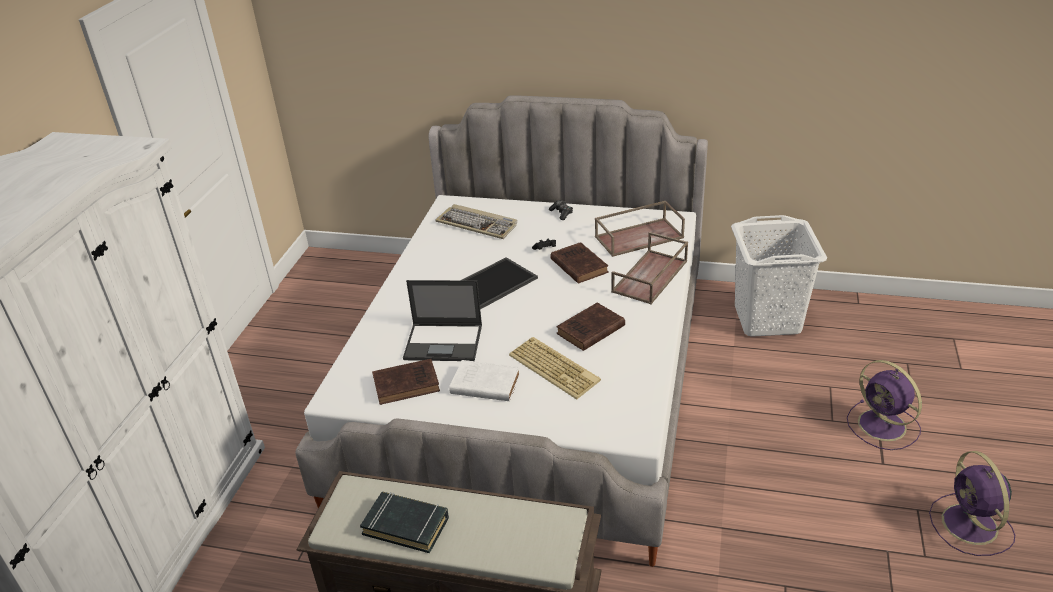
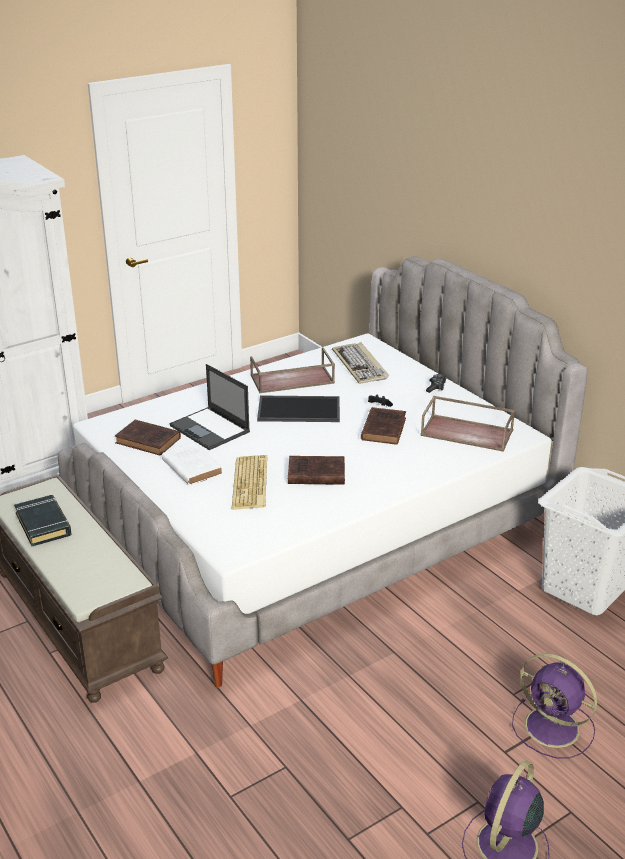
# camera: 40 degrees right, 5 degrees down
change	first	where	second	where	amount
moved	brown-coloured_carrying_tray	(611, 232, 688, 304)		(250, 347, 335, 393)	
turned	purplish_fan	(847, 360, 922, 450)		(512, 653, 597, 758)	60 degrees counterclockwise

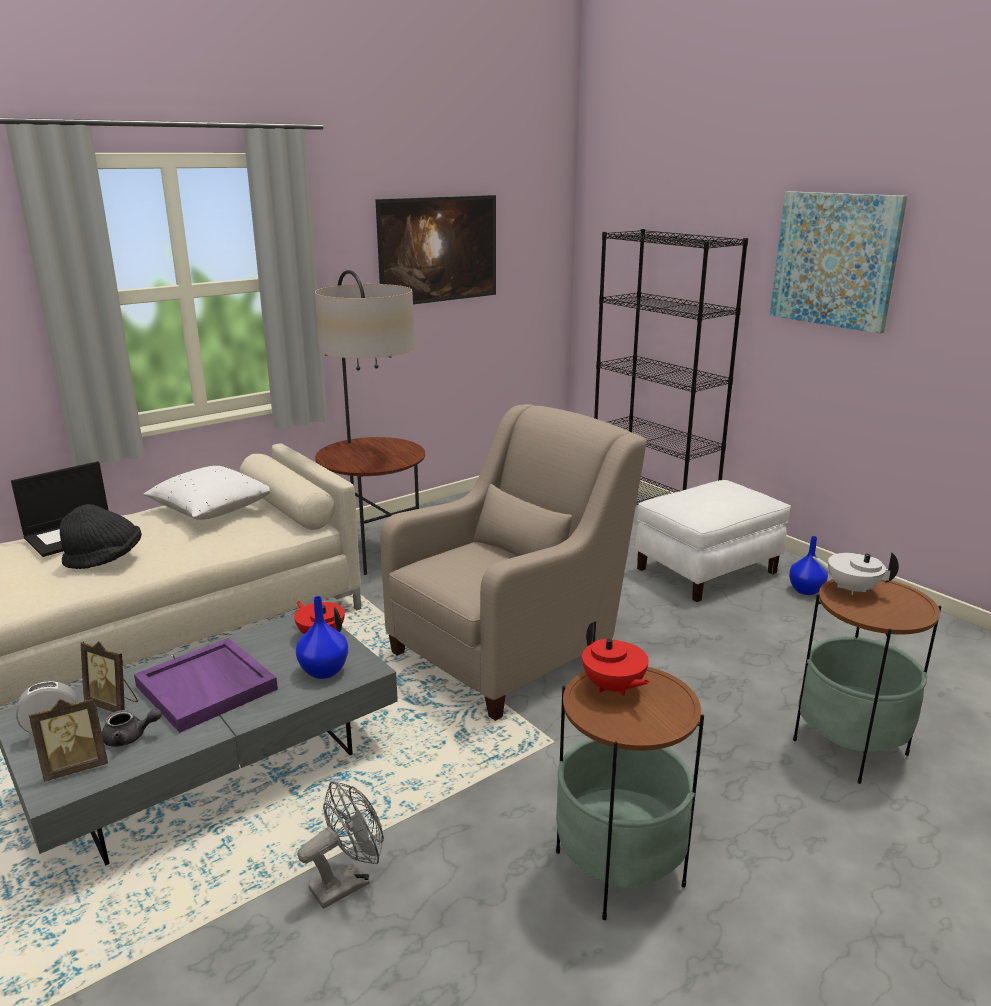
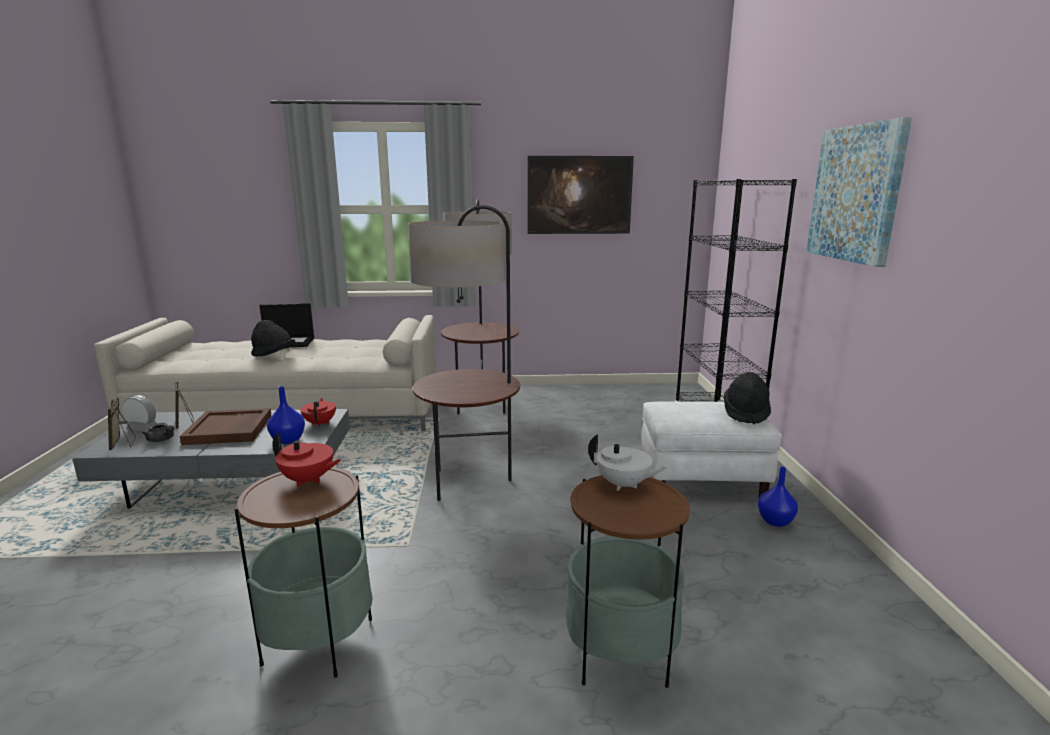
# camera: 35 degrees right, 5 degrees down
change	first	where	second	where	amount
replaced	sand-coloured_easy_chair	(380, 404, 647, 721)	standard_lamp	(408, 205, 520, 501)	
removed	white_cushion	(144, 466, 270, 520)			
turned	white_tea_pot	(813, 552, 899, 595)		(588, 434, 667, 491)	150 degrees clockwise
turned	reddish_tea_pot	(582, 622, 650, 696)		(272, 432, 341, 487)	75 degrees counterclockwise
recoloured	purplish_carrying_tray	(134, 638, 278, 733)	brown-coloured_carrying_tray	(180, 408, 272, 445)	
turned	picture_frame	(29, 699, 108, 782)		(108, 398, 136, 450)	60 degrees clockwise
removed	grey_fan	(298, 781, 384, 909)			
added			black_clothing_hat	(724, 372, 771, 424)	

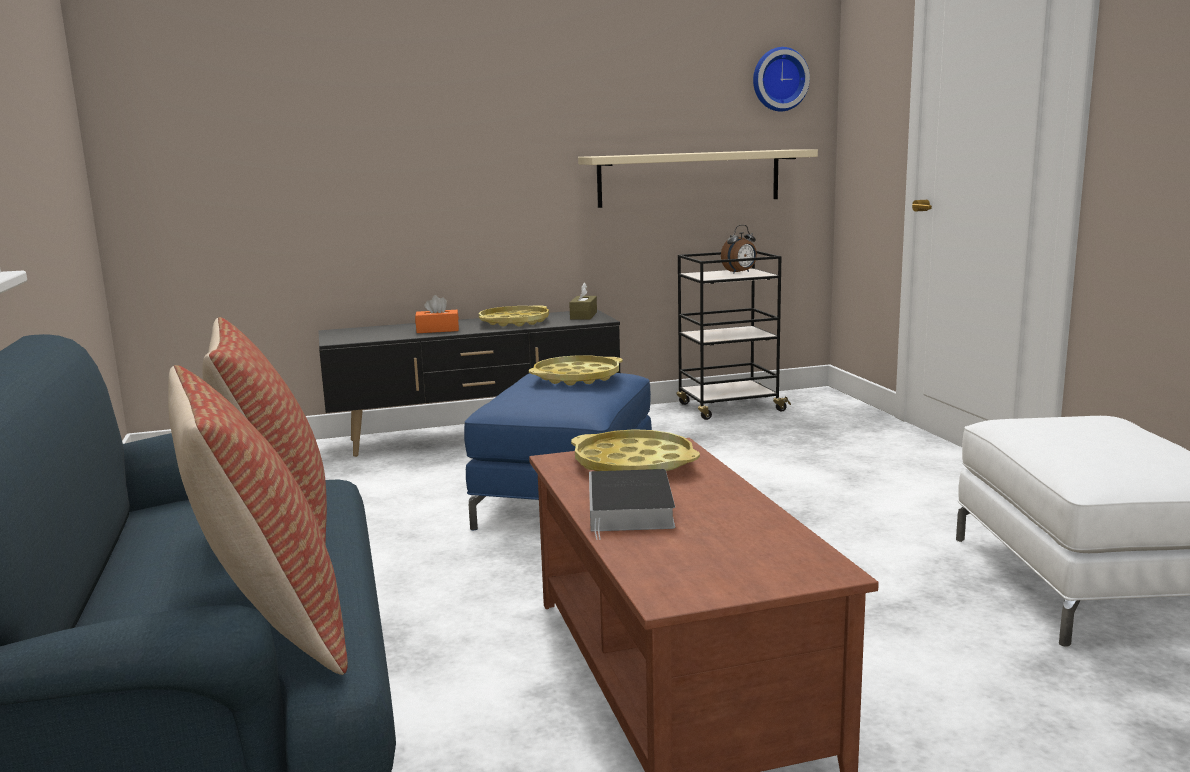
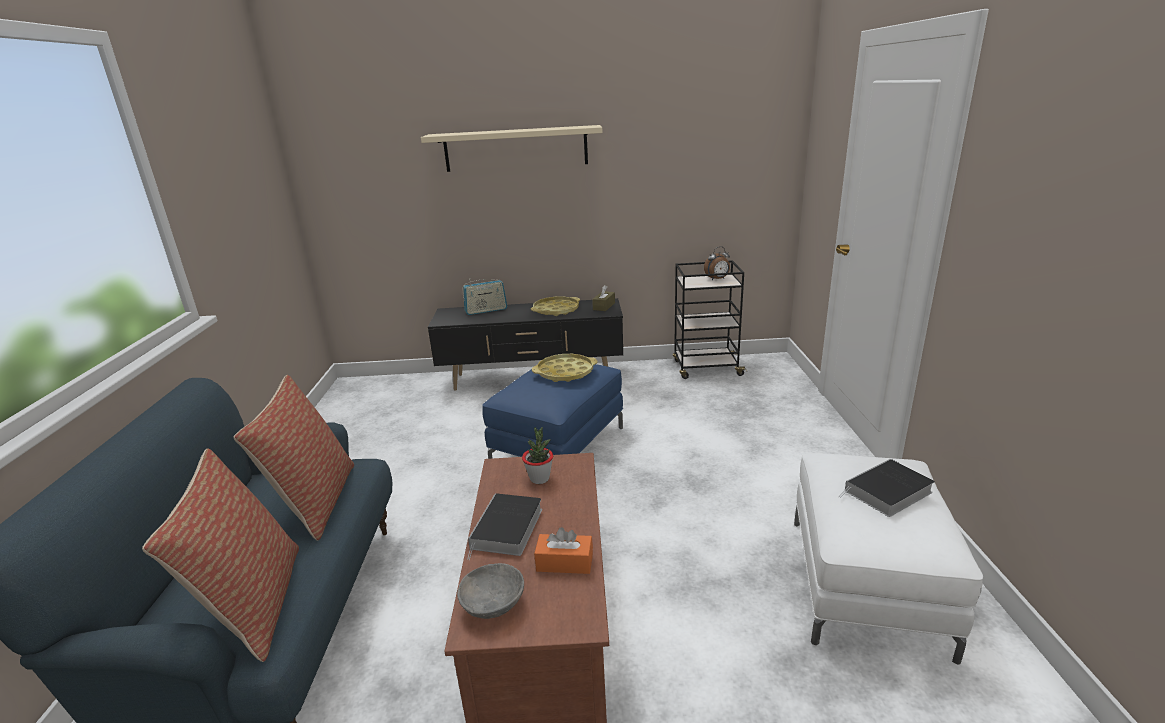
# camera: 15 degrees right, 10 degrees up
change	first	where	second	where	amount
removed	wall_clock	(753, 47, 810, 111)			
moved	sand-coloured_shelf	(578, 149, 818, 208)		(421, 125, 603, 172)	
moved	orangey_tissue_box	(415, 295, 459, 333)		(534, 527, 593, 574)	
replaced	yellow_carrying_tray	(571, 429, 700, 471)	potted_plant	(522, 427, 553, 484)	
added			radio_set	(463, 278, 507, 315)	
added			bound_book	(839, 459, 935, 517)	
added			grey_serving_bowl	(457, 563, 524, 619)	

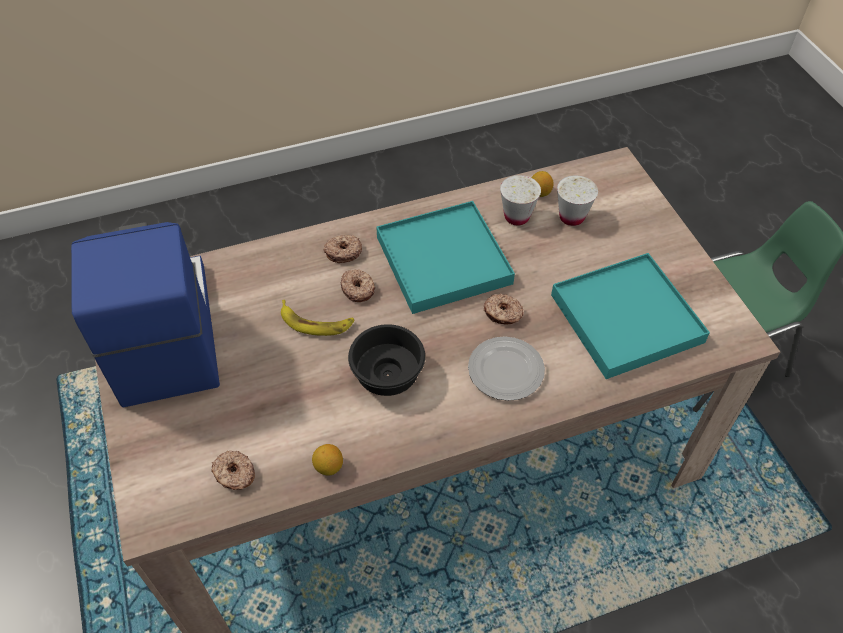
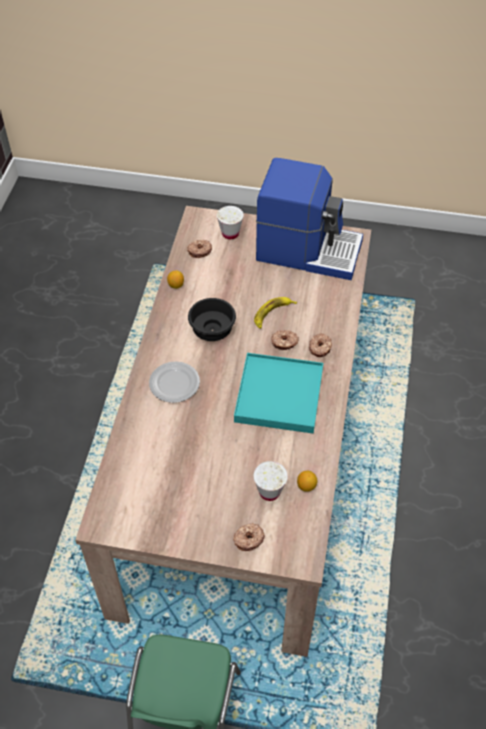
# camera: 120 degrees right, 0 degrees up
change	first	where	second	where	amount
moved	white_small_cup	(500, 175, 541, 225)		(217, 206, 244, 239)	
removed	blue-green_carrying_tray	(551, 253, 710, 379)			
moved	donut	(484, 293, 524, 324)		(233, 523, 265, 551)	

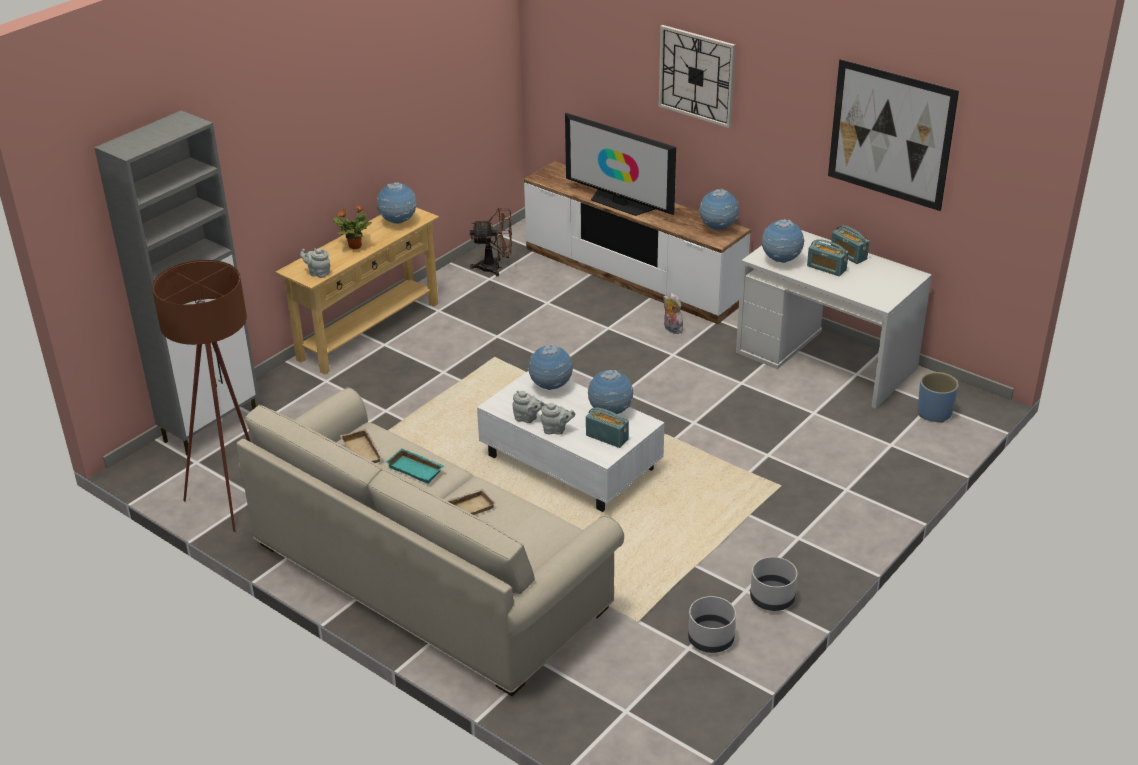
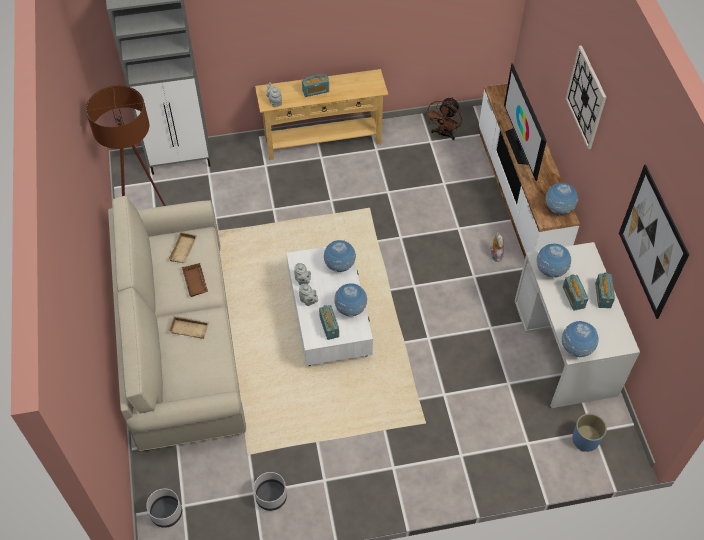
# camera: 40 degrees right, 20 degrees up
change	first	where	second	where	amount
moved	desk_globe	(377, 182, 417, 224)		(561, 321, 599, 357)	
replaced	potted_plant	(333, 205, 372, 249)	radio_set	(302, 74, 329, 97)	
turned	brown-coloured_fan	(470, 208, 512, 277)		(425, 97, 462, 140)	75 degrees clockwise
recoloured	blue-green_carrying_tray	(386, 448, 444, 484)	brown-coloured_carrying_tray	(182, 263, 208, 297)	
moved	grey_planter	(750, 557, 797, 611)		(146, 488, 182, 528)	

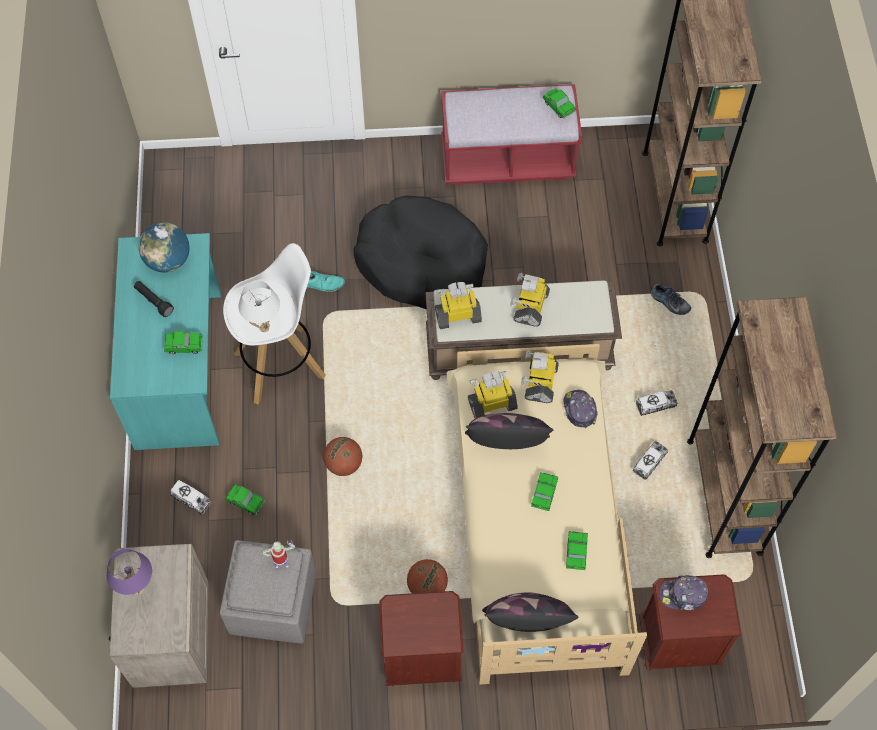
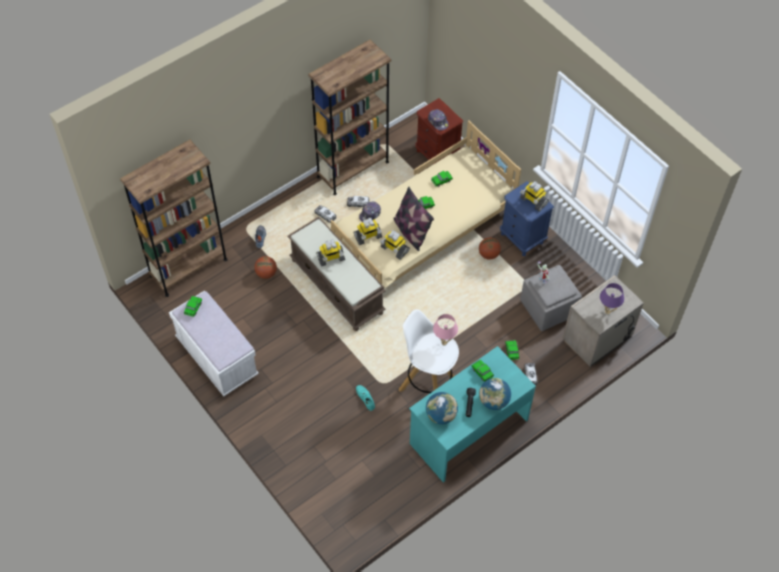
# camera: 125 degrees left, 5 degrees down
change	first	where	second	where	amount
recoloured	reddish_bench	(441, 84, 582, 185)	white_bench	(169, 290, 259, 396)	
removed	black_pet_bed	(353, 196, 488, 309)			
recoloured	white_table_lamp	(239, 281, 280, 332)	pink-coloured_table_lamp	(433, 314, 458, 345)	
moved	toy_robot	(435, 282, 482, 329)		(520, 181, 549, 211)	
moved	basketball_ball	(323, 437, 362, 476)		(254, 256, 277, 279)	
recoloured	brown-coloured_night_table	(379, 591, 464, 686)	blue-coloured_night_table	(500, 181, 554, 256)	
removed	cushion	(482, 592, 579, 632)			
added			desk_globe	(479, 378, 511, 410)	

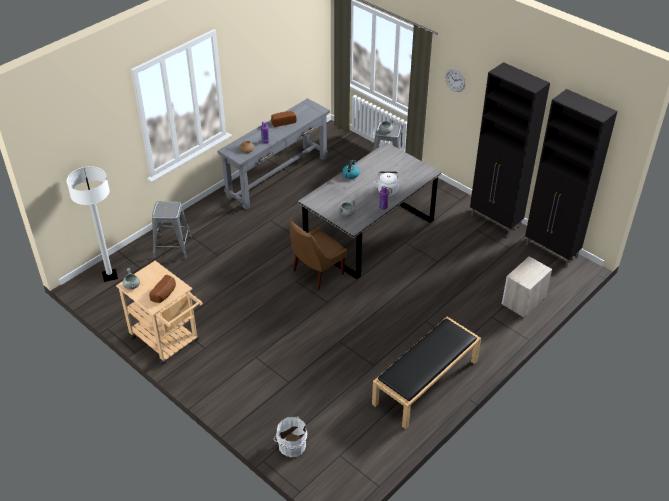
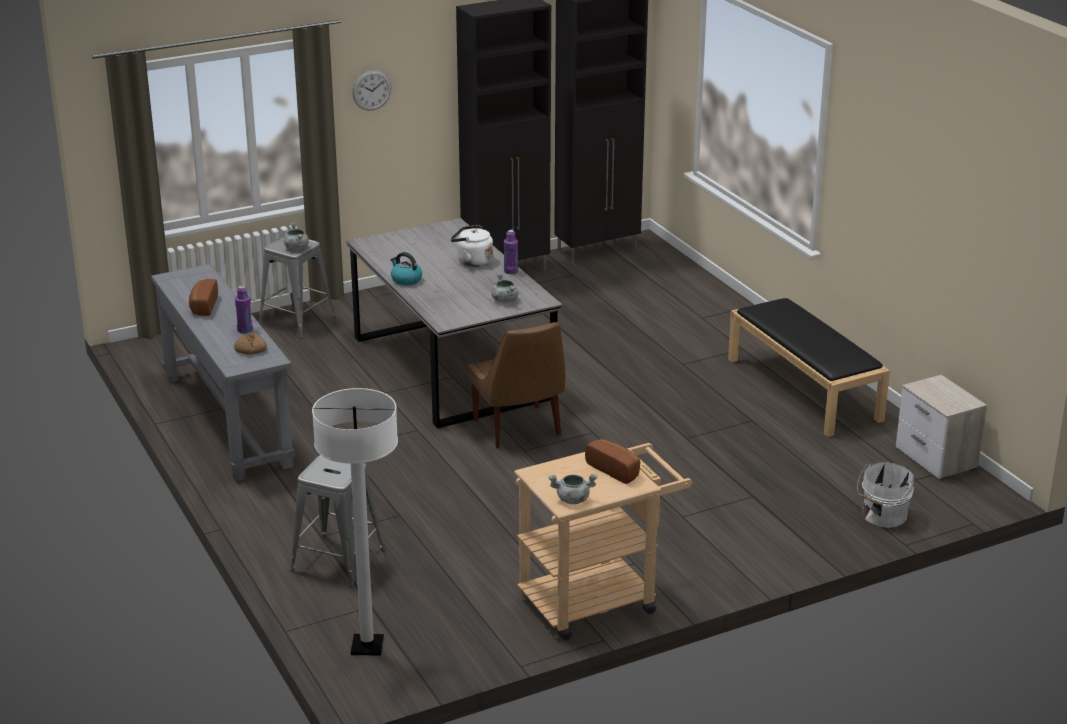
# camera: 70 degrees left, 15 degrees down
change	first	where	second	where	amount
moved	night_table	(502, 256, 552, 318)		(896, 375, 987, 480)	

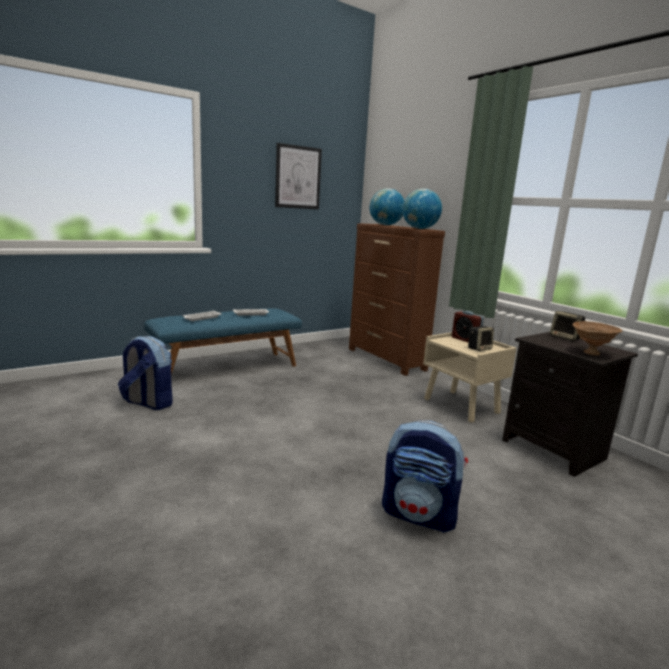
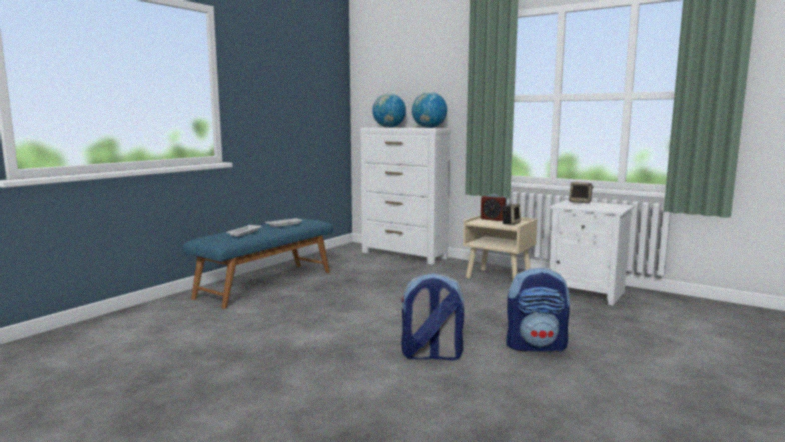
# camera: 20 degrees left, 5 degrees down
change	first	where	second	where	amount
removed	wall_picture	(275, 143, 322, 209)			
recoloured	brown-coloured_drawer_chest	(349, 223, 445, 376)	white_drawer_chest	(360, 127, 451, 265)	
removed	brown-coloured_serving_bowl	(572, 321, 622, 356)			
recoloured	black_night_table	(502, 332, 638, 477)	white_night_table	(550, 200, 635, 305)	
moved	backpack	(118, 336, 173, 410)		(400, 273, 464, 361)	

